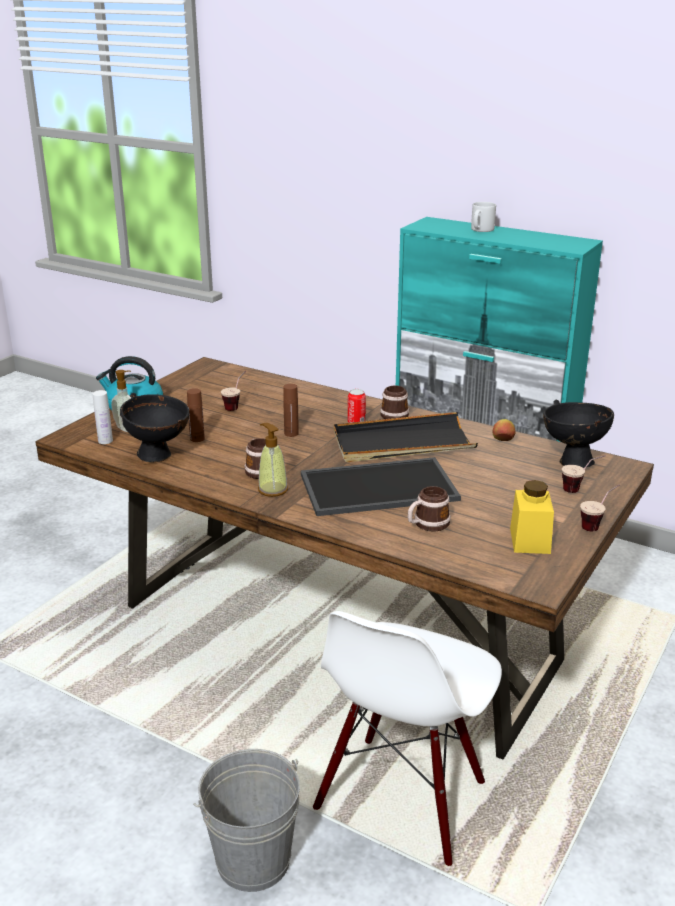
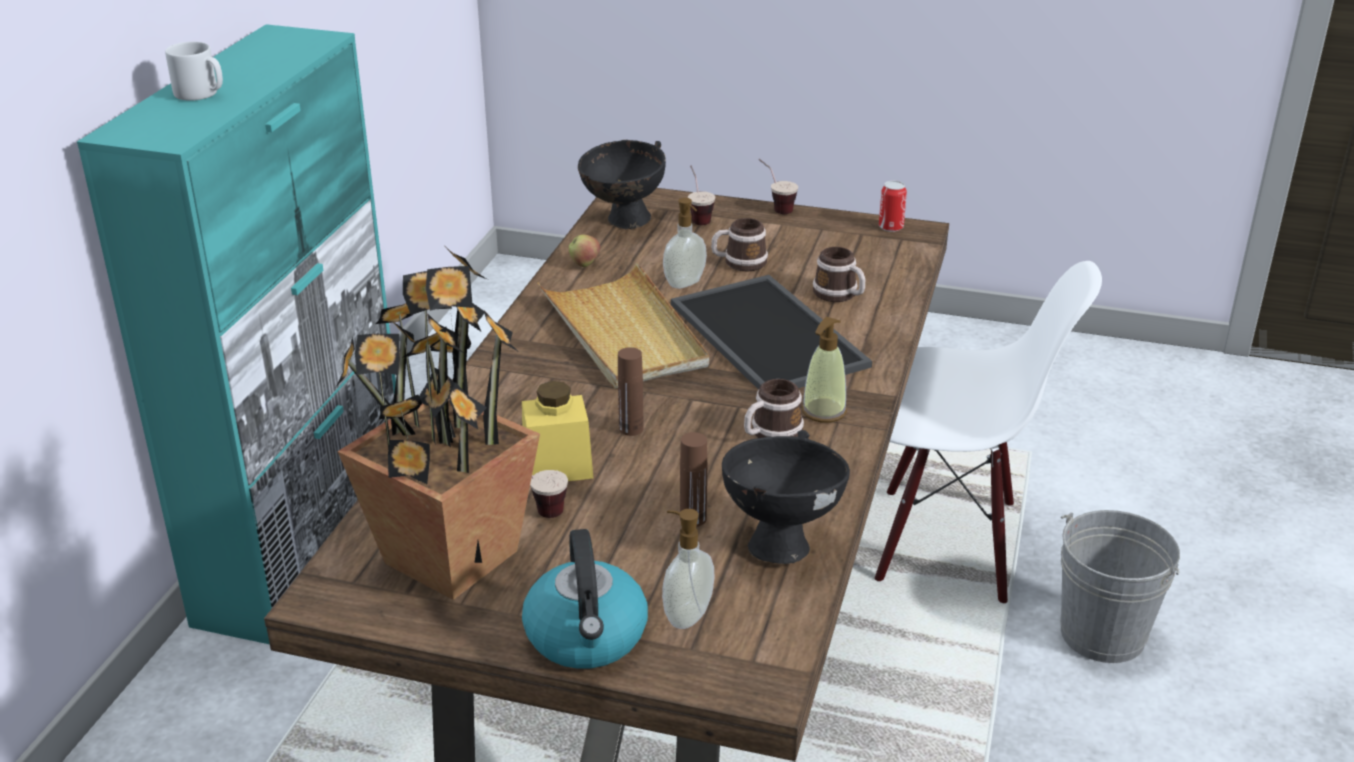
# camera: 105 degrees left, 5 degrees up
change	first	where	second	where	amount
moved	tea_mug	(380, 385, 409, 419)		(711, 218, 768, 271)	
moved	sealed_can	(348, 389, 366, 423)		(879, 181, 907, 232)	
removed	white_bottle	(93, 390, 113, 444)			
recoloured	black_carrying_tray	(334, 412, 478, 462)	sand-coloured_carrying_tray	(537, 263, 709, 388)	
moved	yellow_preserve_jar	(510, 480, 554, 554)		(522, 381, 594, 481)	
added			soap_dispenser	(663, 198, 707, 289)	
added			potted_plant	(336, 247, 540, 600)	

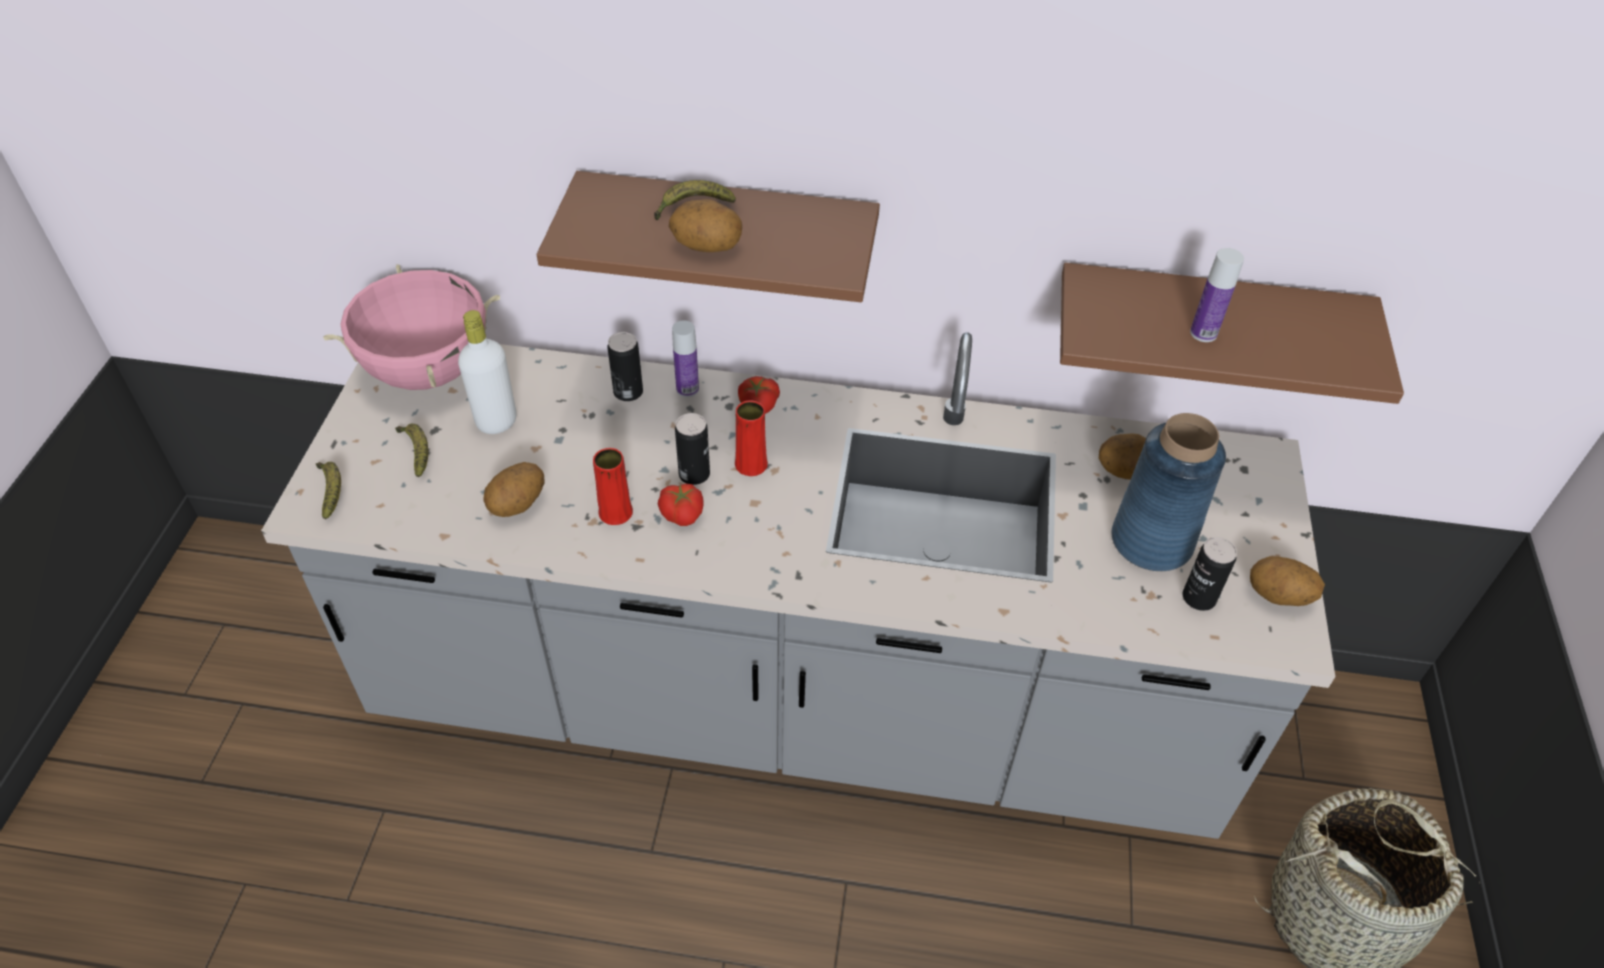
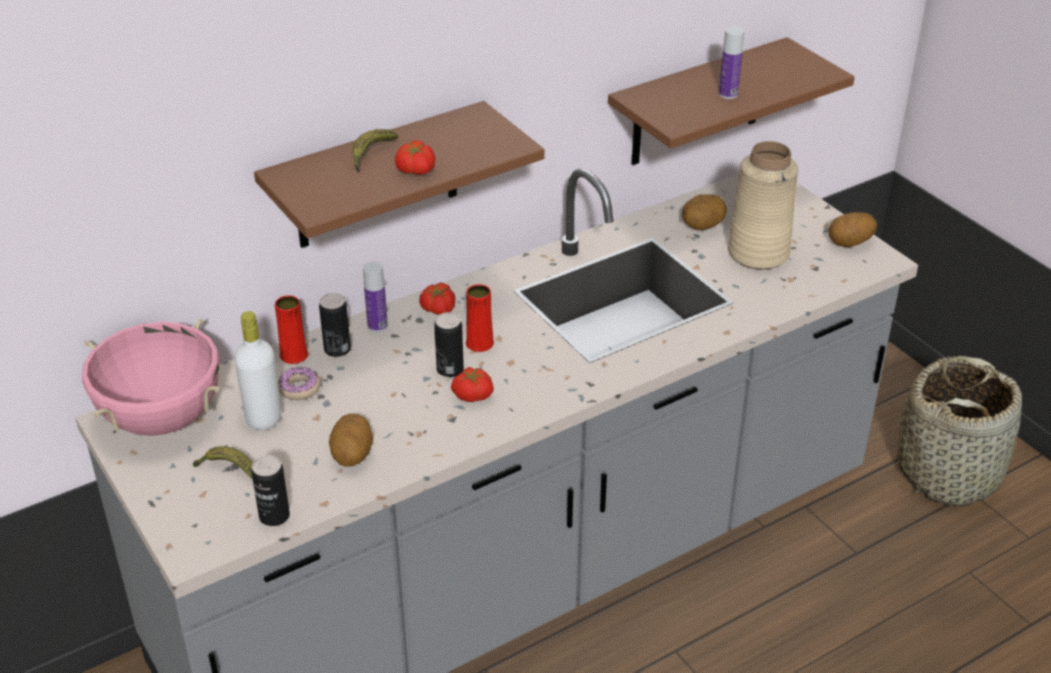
# camera: 40 degrees left, 10 degrees down
change	first	where	second	where	amount
replaced	potato	(669, 199, 742, 252)	whole_tomato	(395, 140, 435, 175)	
recoloured	blue-coloured_decorative_vase	(1111, 413, 1226, 571)	sand-coloured_decorative_vase	(728, 141, 798, 270)	
moved	reddish_decorative_vase	(593, 448, 633, 525)		(275, 295, 308, 364)	
removed	banana	(315, 462, 341, 519)			
moved	sealed_can	(1182, 537, 1237, 611)		(251, 455, 290, 526)	
added			donut	(278, 367, 321, 400)	

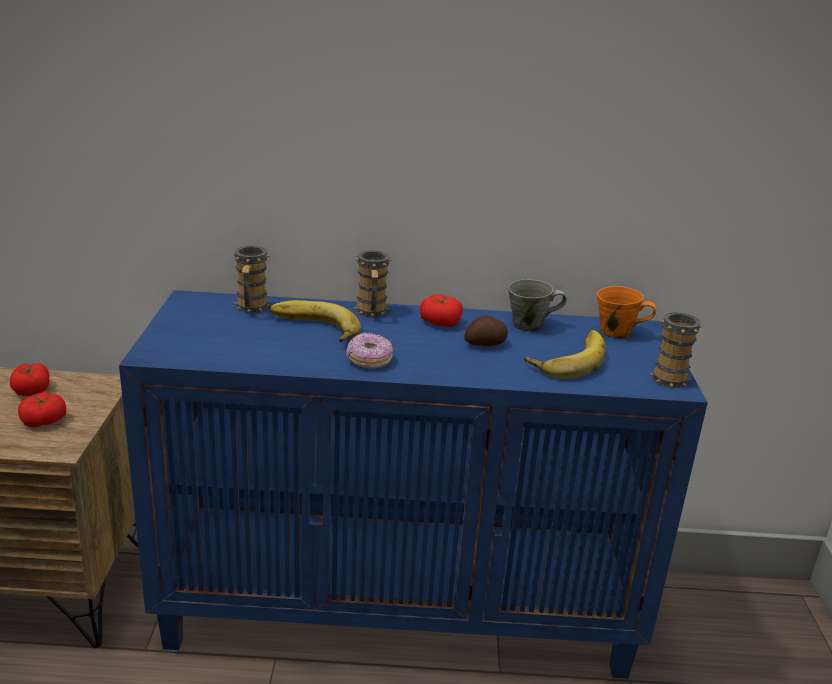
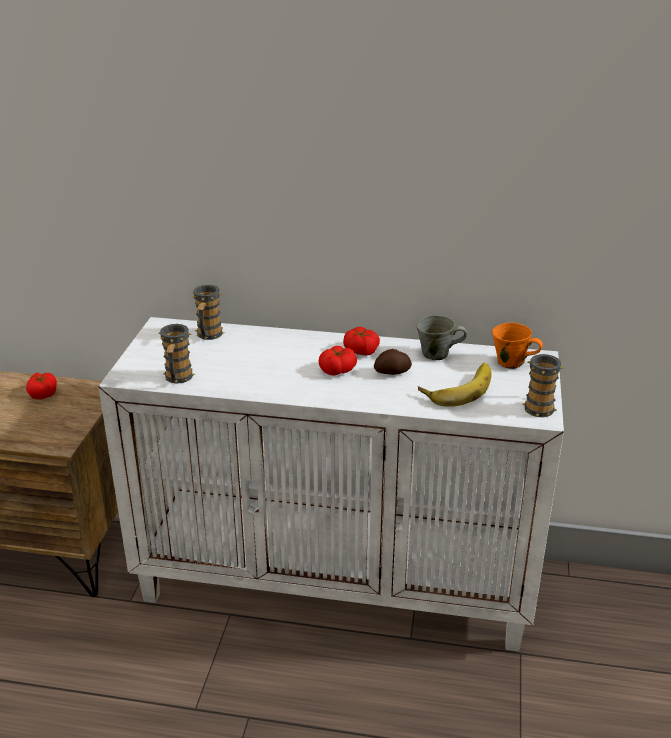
# camera: 10 degrees right, 5 degrees up
change	first	where	second	where	amount
moved	tea_mug	(354, 250, 392, 317)		(158, 324, 195, 384)	
recoloured	blue-coloured_cabinet	(119, 290, 708, 679)	white_cabinet	(98, 317, 564, 652)	
removed	banana	(270, 300, 361, 342)			
removed	donut	(346, 333, 393, 368)			
moved	whole_tomato	(18, 392, 66, 427)		(318, 346, 357, 375)	

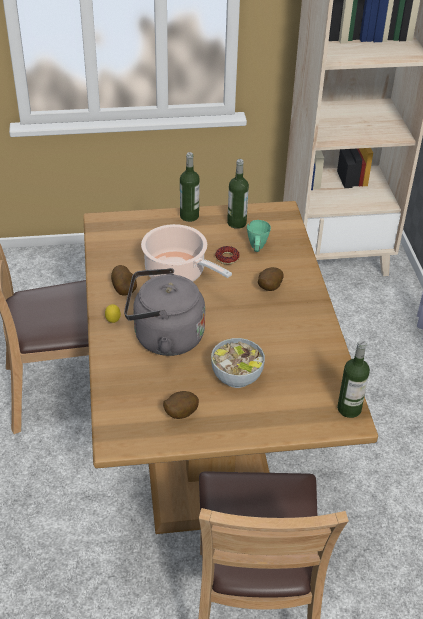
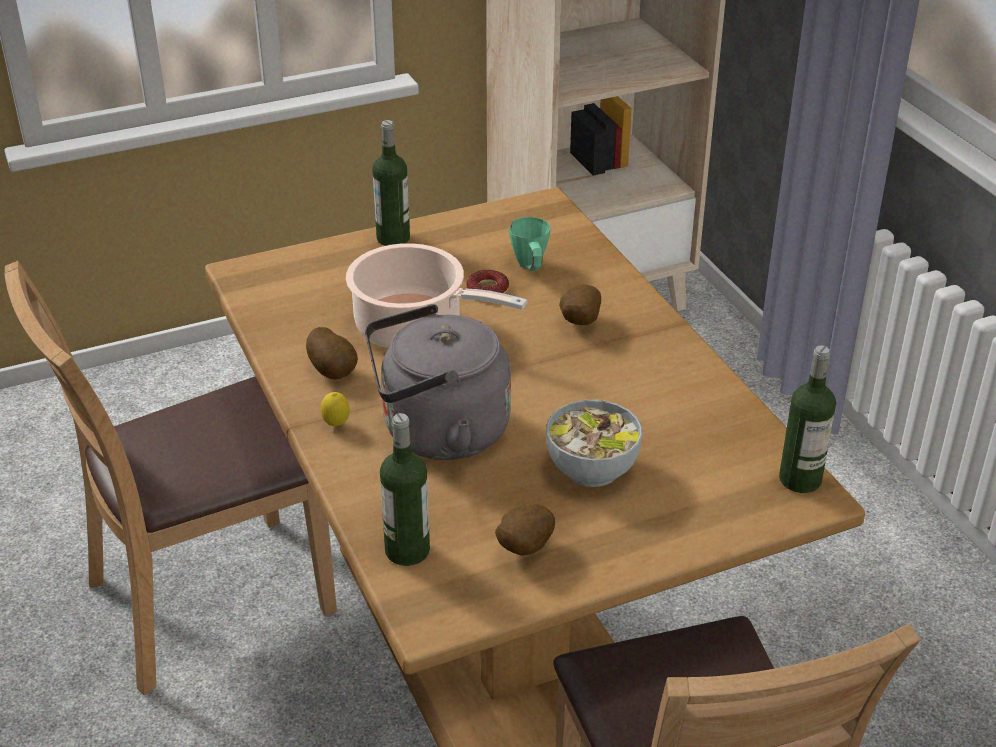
# camera: 15 degrees left, 5 degrees down
change	first	where	second	where	amount
moved	bottle	(227, 159, 249, 229)		(380, 413, 430, 566)	

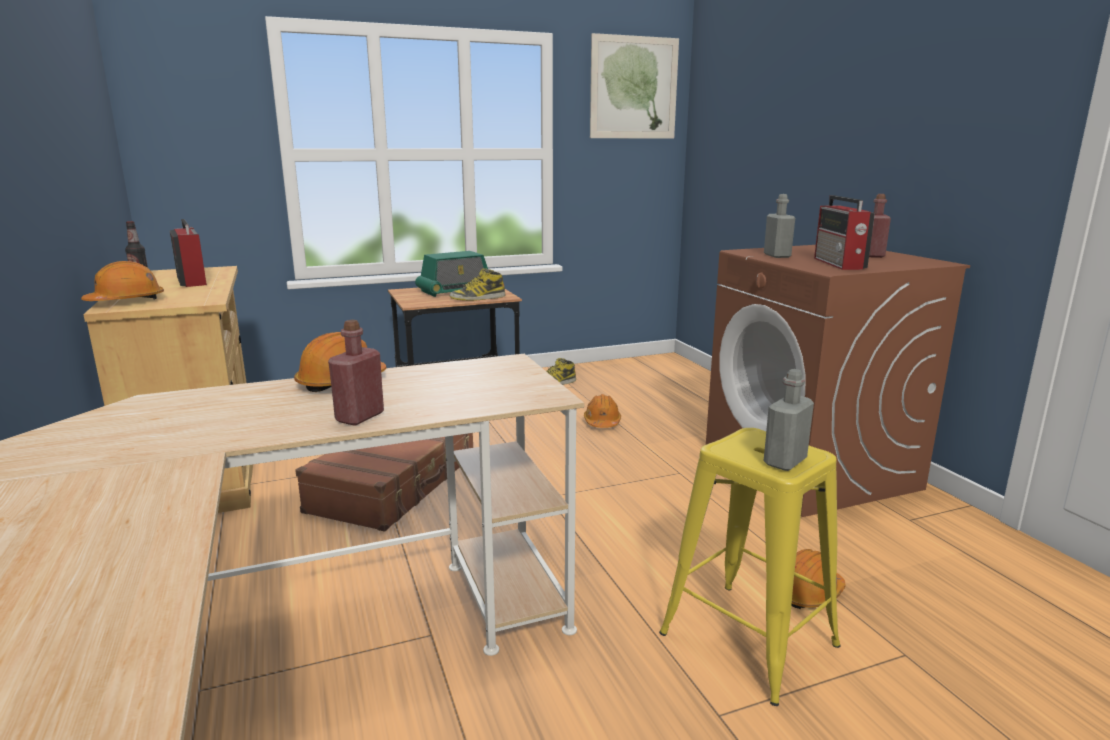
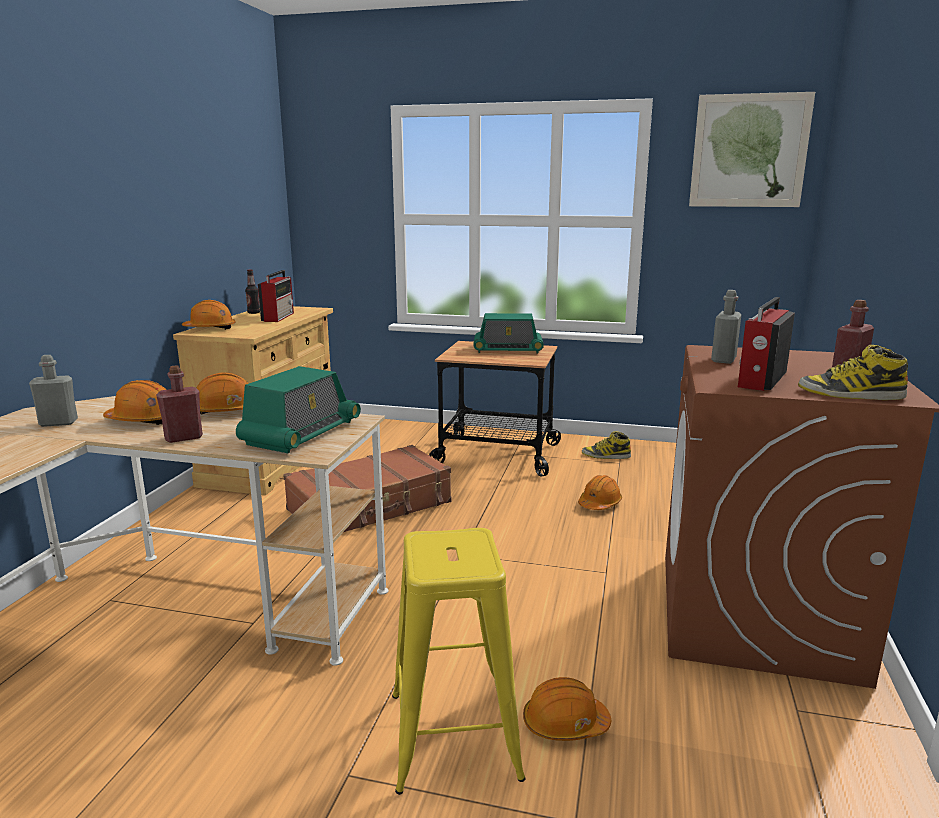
# camera: 35 degrees right, 0 degrees up
change	first	where	second	where	amount
moved	boot	(450, 269, 505, 301)		(798, 345, 908, 400)	
moved	grey_bottle	(763, 369, 814, 471)		(29, 355, 78, 427)	
added			radio_set	(236, 366, 361, 453)	
added			orangey_safety_helmet	(103, 380, 166, 425)	

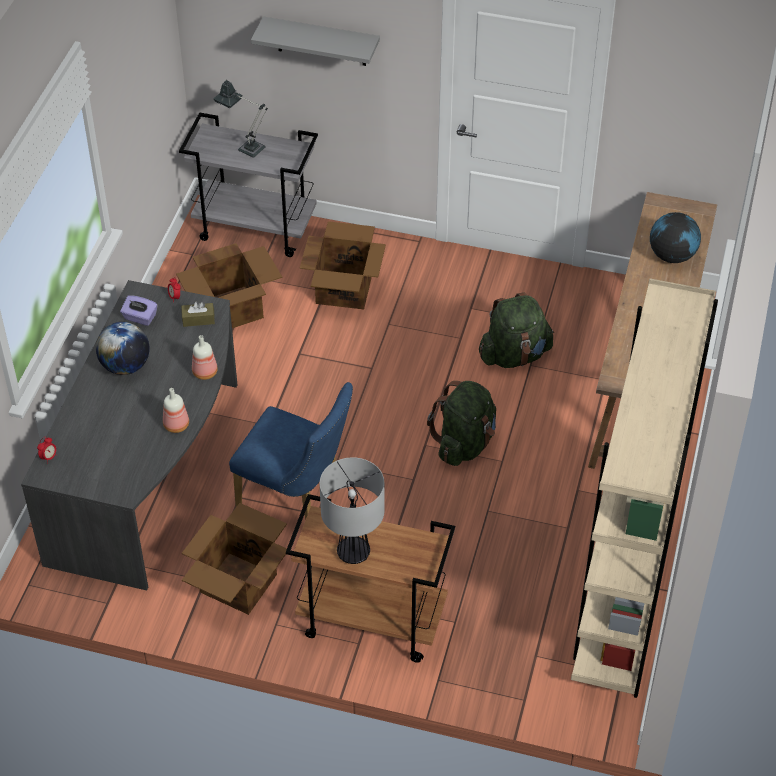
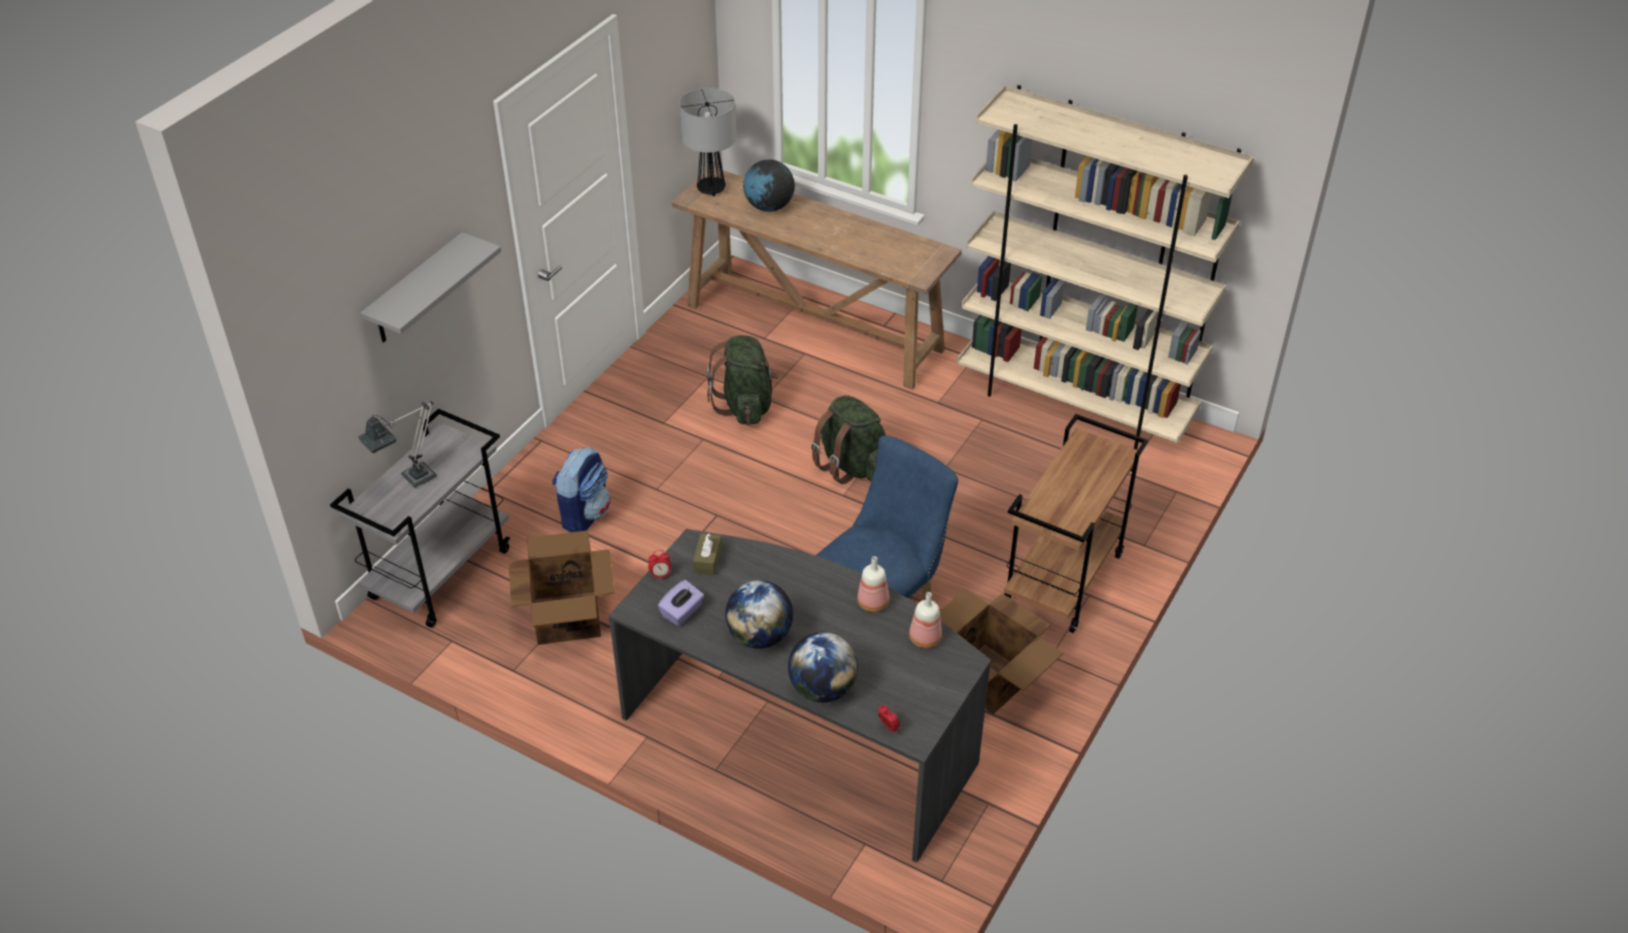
# camera: 75 degrees left, 5 degrees down
change	first	where	second	where	amount
replaced	carton	(300, 221, 386, 309)	backpack	(552, 447, 611, 532)	
moved	bottle	(192, 335, 218, 380)		(909, 592, 942, 648)	
moved	table_lamp	(319, 457, 385, 564)		(679, 88, 736, 196)	
added			desk_globe	(788, 632, 858, 702)	

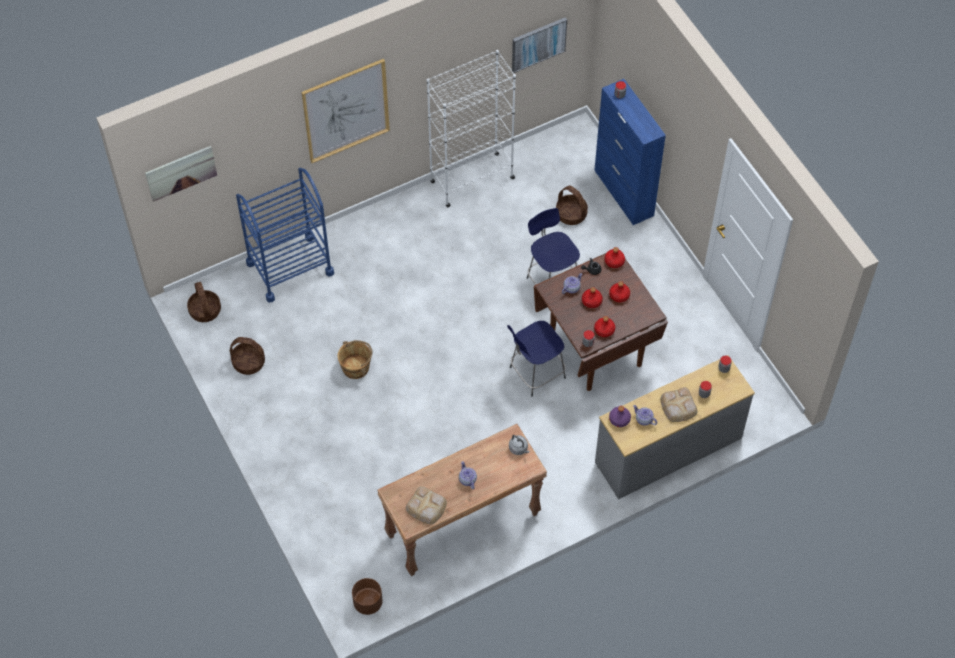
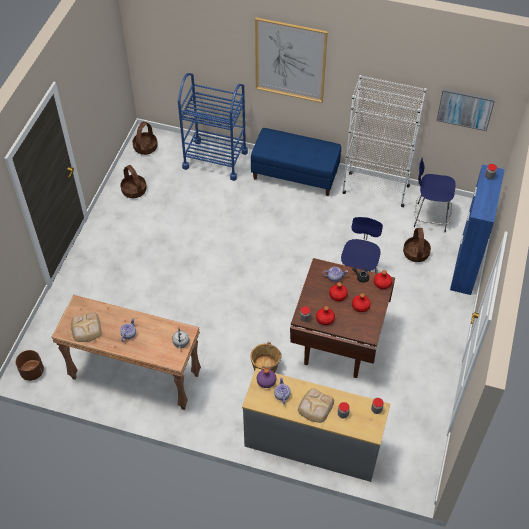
# camera: 45 degrees right, 5 degrees down
change	first	where	second	where	amount
removed	wall_picture	(145, 146, 217, 202)			
moved	blue-coloured_stool_seat	(507, 321, 566, 397)		(414, 157, 456, 233)	
moved	brown-coloured_pail	(338, 340, 372, 379)		(250, 342, 282, 373)	
added			blue-coloured_bench	(251, 128, 341, 196)	

